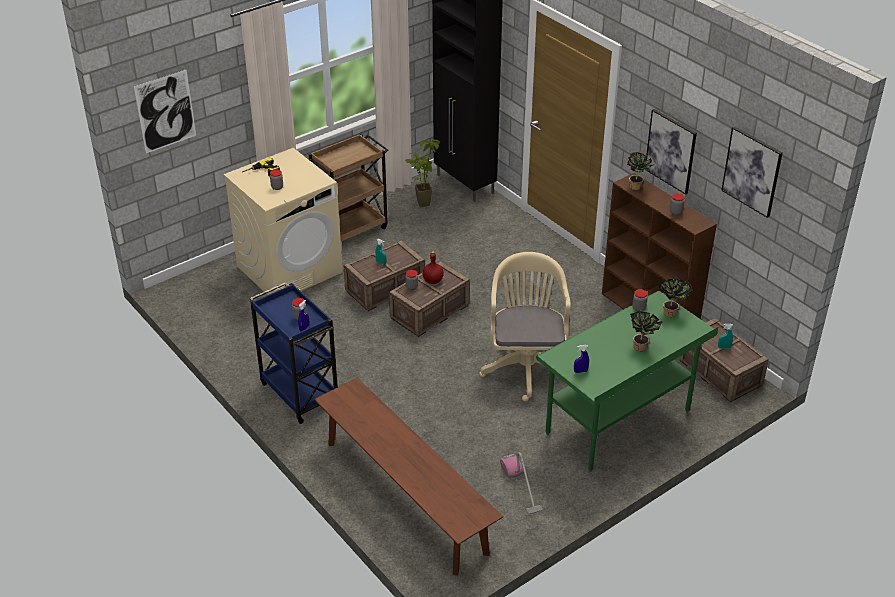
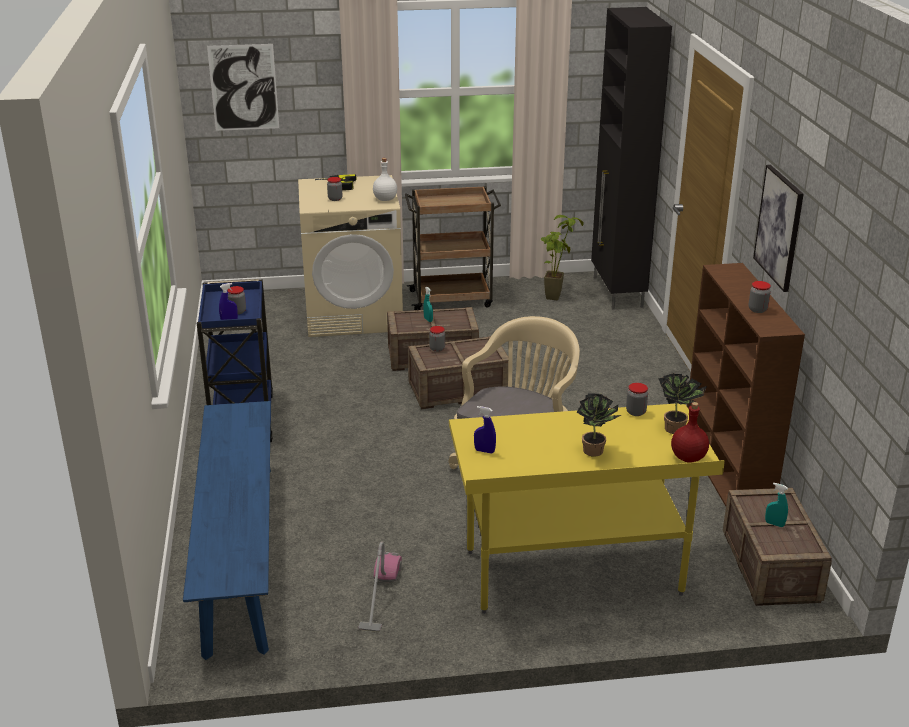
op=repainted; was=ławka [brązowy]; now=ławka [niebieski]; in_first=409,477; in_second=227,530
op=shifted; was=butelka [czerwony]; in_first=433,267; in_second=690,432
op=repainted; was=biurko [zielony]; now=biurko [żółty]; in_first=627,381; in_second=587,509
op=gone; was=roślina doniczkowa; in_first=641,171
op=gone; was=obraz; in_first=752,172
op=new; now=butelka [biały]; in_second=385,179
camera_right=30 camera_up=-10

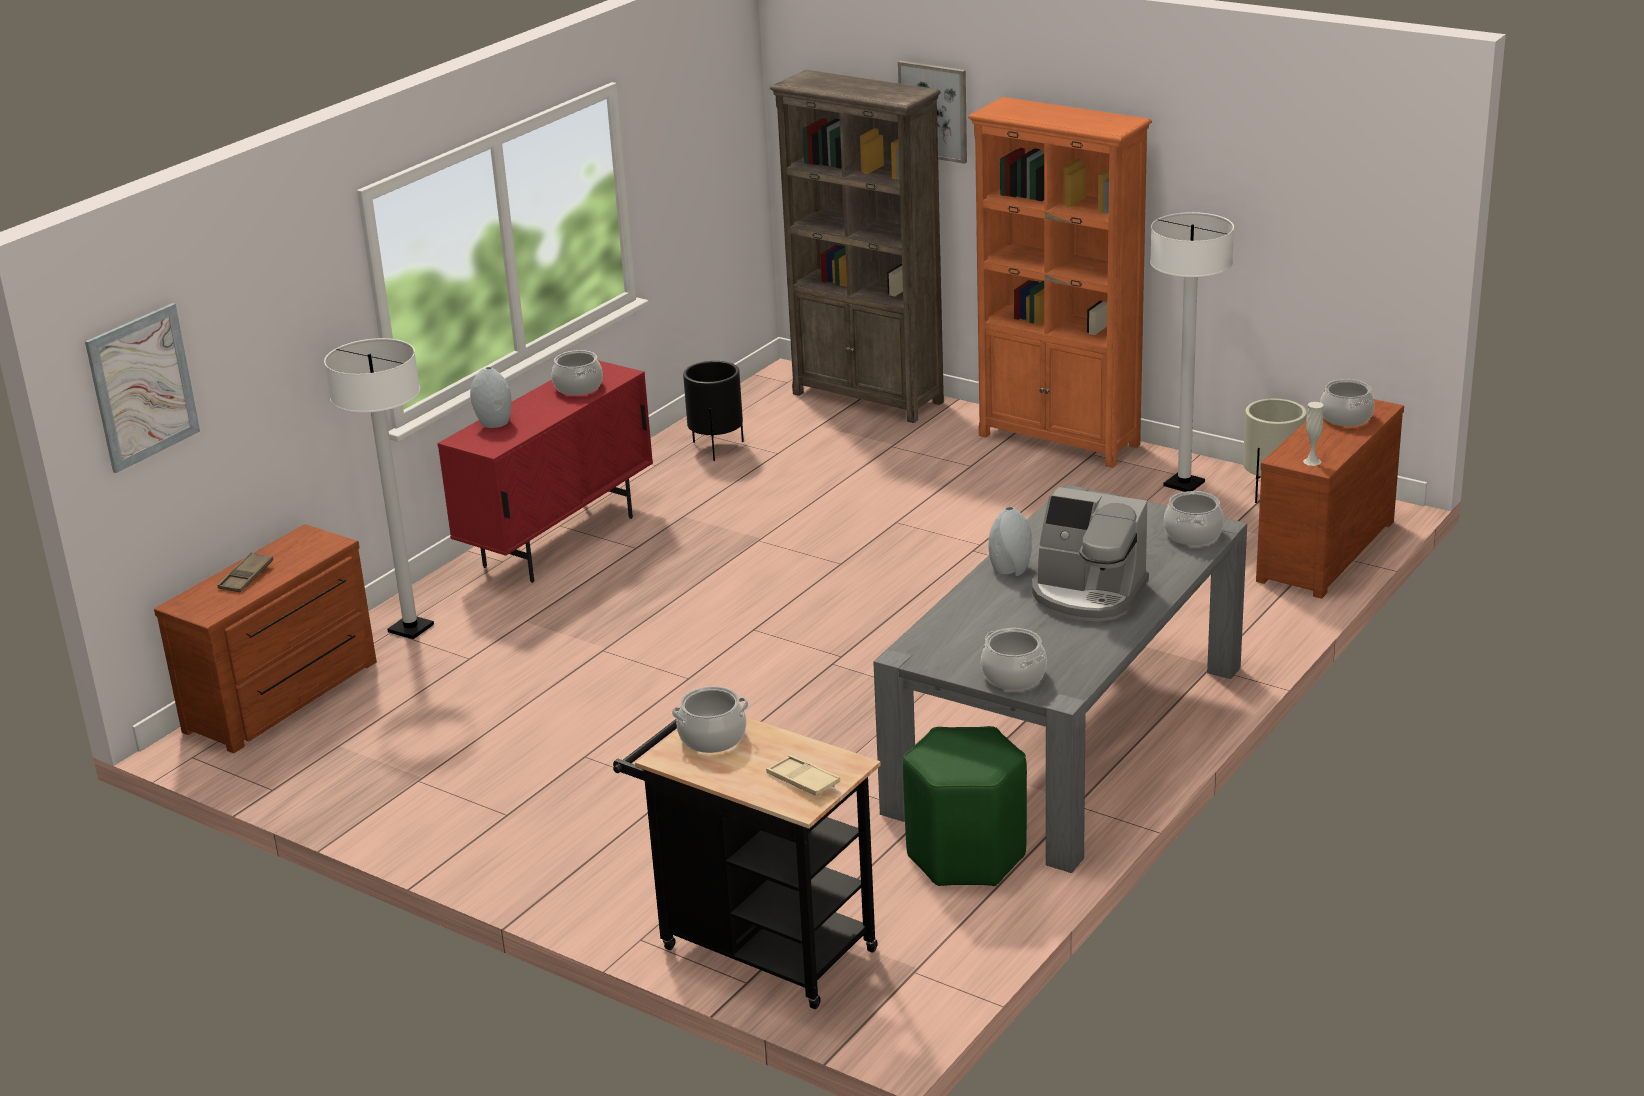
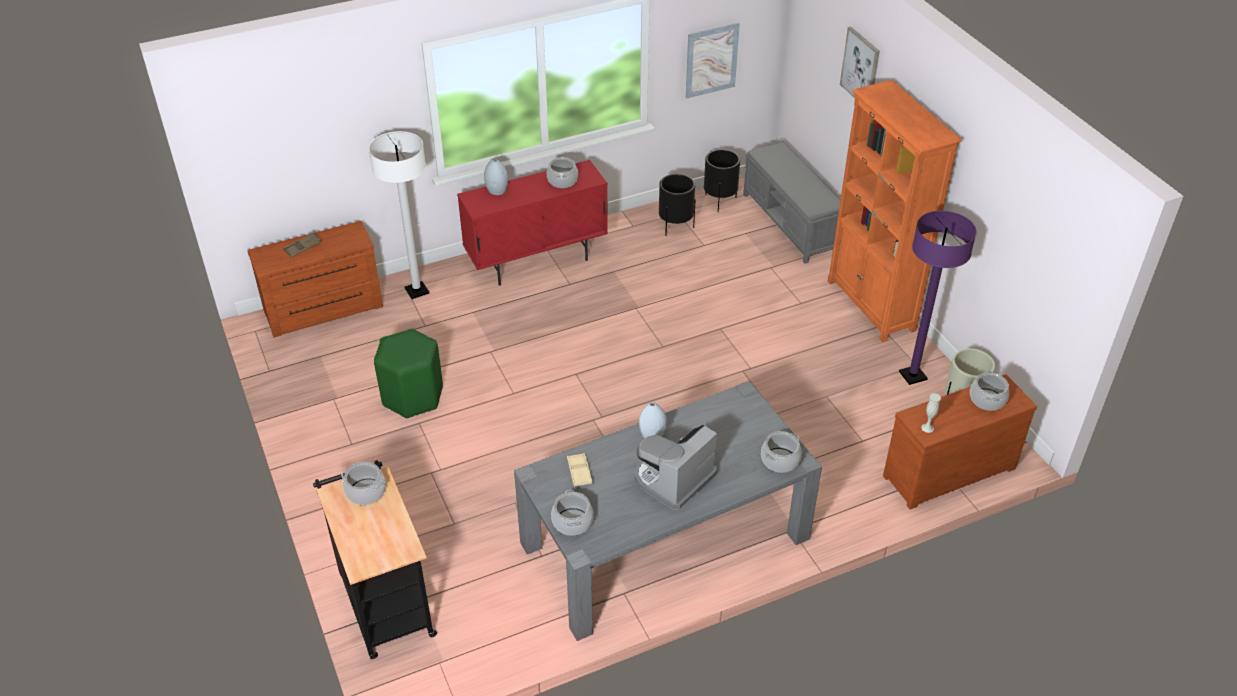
op=shifted; was=obraz; in_first=142,388; in_second=712,61
op=shifted; was=taca [beżowy]; in_first=803,775; in_second=579,470
op=swapped; was=regał [brązowy]; now=ławka [szary]; in_first=857,246; in_second=792,202
op=shifted; was=stołek [zielony]; in_first=965,806; in_second=408,374
op=rotated; was=ekspres do kawy; in_first=1090,554; in_second=676,467; clockwise=75
op=repainted; was=lampa stojąca [biały]; now=lampa stojąca [fioletowy]; in_first=1192,352; in_second=938,298
op=new; now=donica [czarny]; in_second=722,180
camera_right=30 camera_up=15

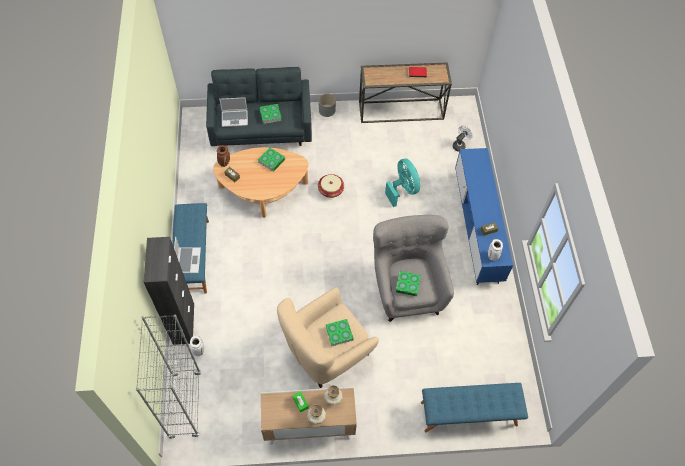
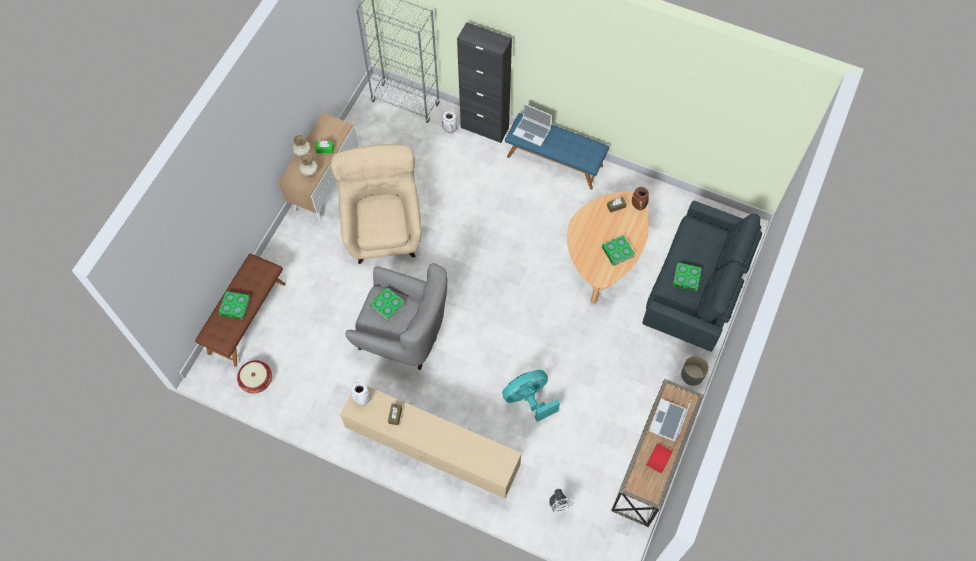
op=shifted; was=laptop; in_first=233,112; in_second=670,420
op=shifted; was=koszyk; in_first=331,186; in_second=254,376
op=shifted; was=książka; in_first=340,332; in_second=235,305
op=rotated; was=wentylator [turkusowy]; in_first=402,183; in_second=531,396; clockwise=150
op=repainted; was=ławka [niebieski]; now=ławka [brązowy]; in_first=474,407; in_second=240,310
op=repainted; was=szafka pod telewizor [niebieski]; now=szafka pod telewizor [beżowy]; in_first=484,216; in_second=430,442
camera_right=120 camera_up=5

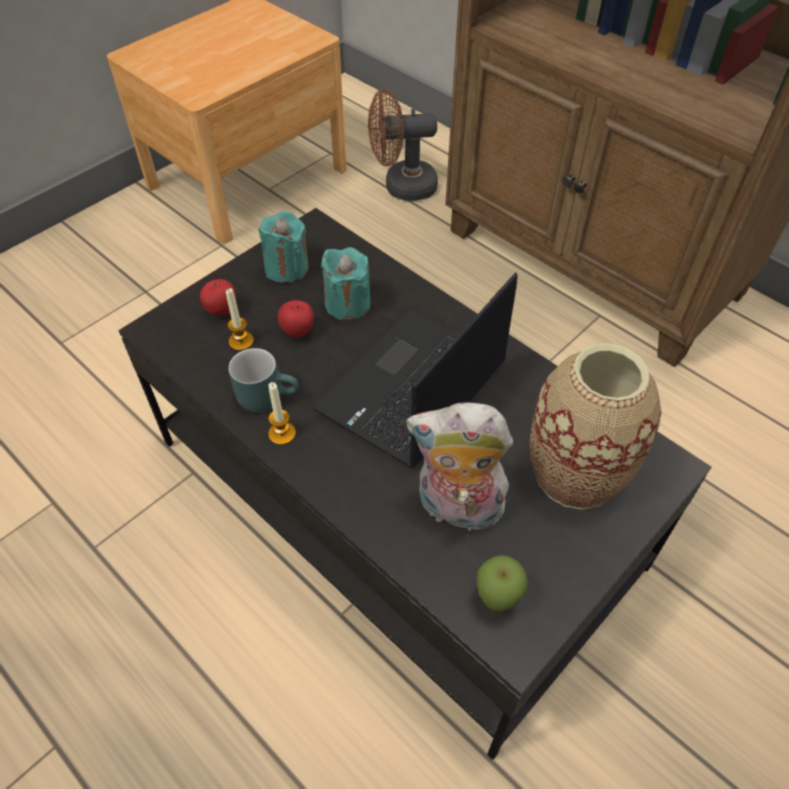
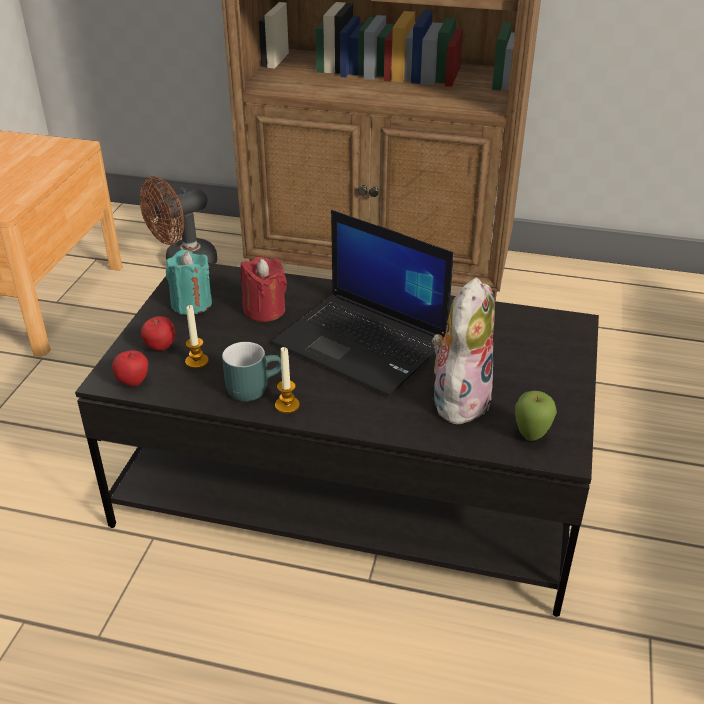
op=shifted; was=jabłko; in_first=296,319; in_second=130,368
op=rotated; was=laptop; in_first=415,369; in_second=362,303; clockwise=-60
op=repainted; was=świeca [turkusowy]; now=świeca [czerwony]; in_first=346,284; in_second=263,289
op=rotated; was=pluszak; in_first=459,469; in_second=463,353; clockwise=135
op=gone; was=wazon; in_first=595,426
camera_right=-30 camera_up=-15

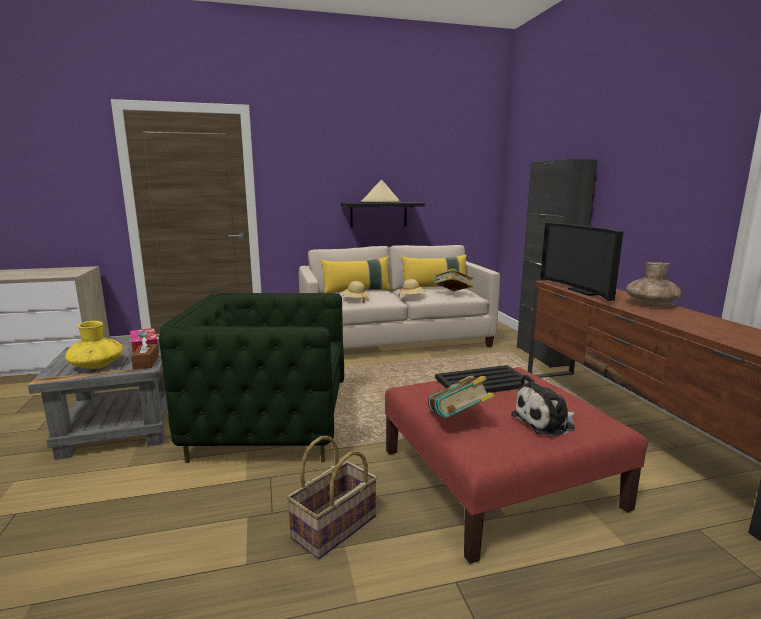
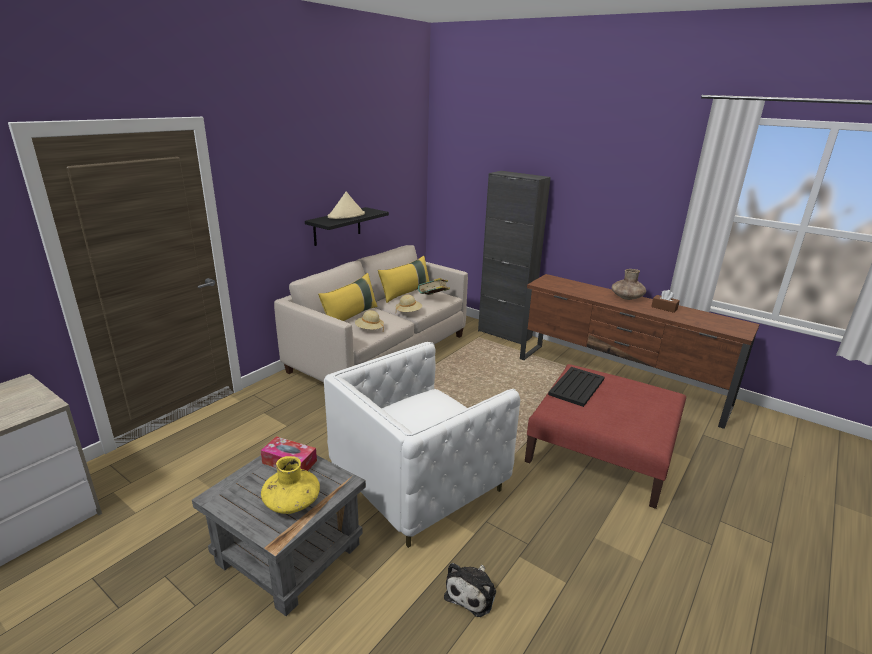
op=shifted; was=pudełko chusteczek [brązowy]; in_first=145,352; in_second=665,301
op=repainted; was=fotel [zielony]; now=fotel [biały]; in_first=251,378; in_second=422,445
op=gone; was=koszyk; in_first=332,497
op=gone; was=książka; in_first=461,397
op=shifted; was=pluszak; in_first=543,405; in_second=470,590
op=gone; was=telewizor; in_first=581,262
camera_right=-40 camera_up=10

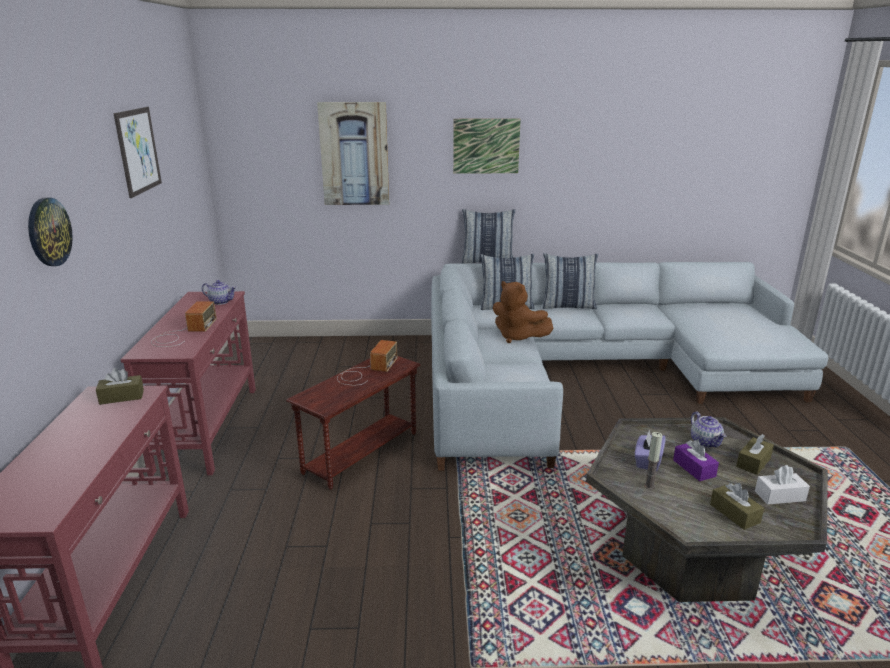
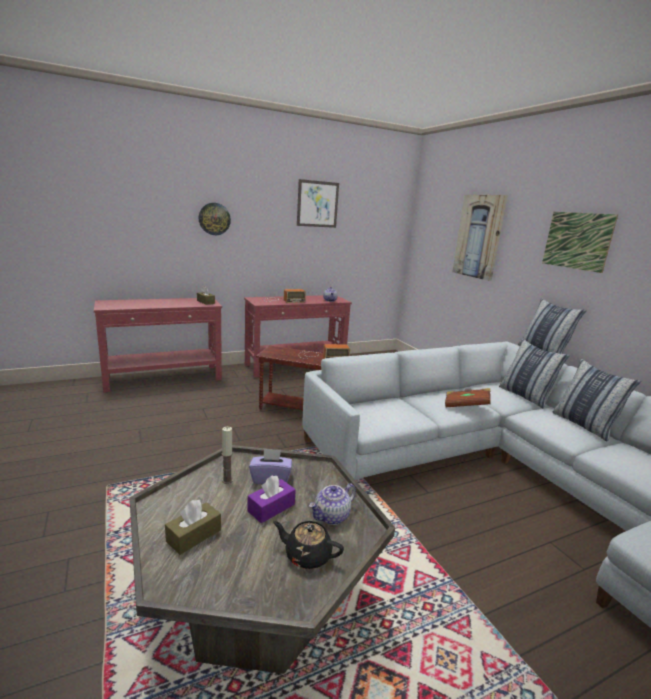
op=swapped; was=pluszak [brązowy]; now=książka [brązowy]; in_first=523,312; in_second=468,397
op=swapped; was=pudełko chusteczek [brązowy]; now=imbryk [czarny]; in_first=755,454; in_second=308,545
op=gone; was=pudełko chusteczek [biały]; in_first=782,485
camera_right=65 camera_up=-5

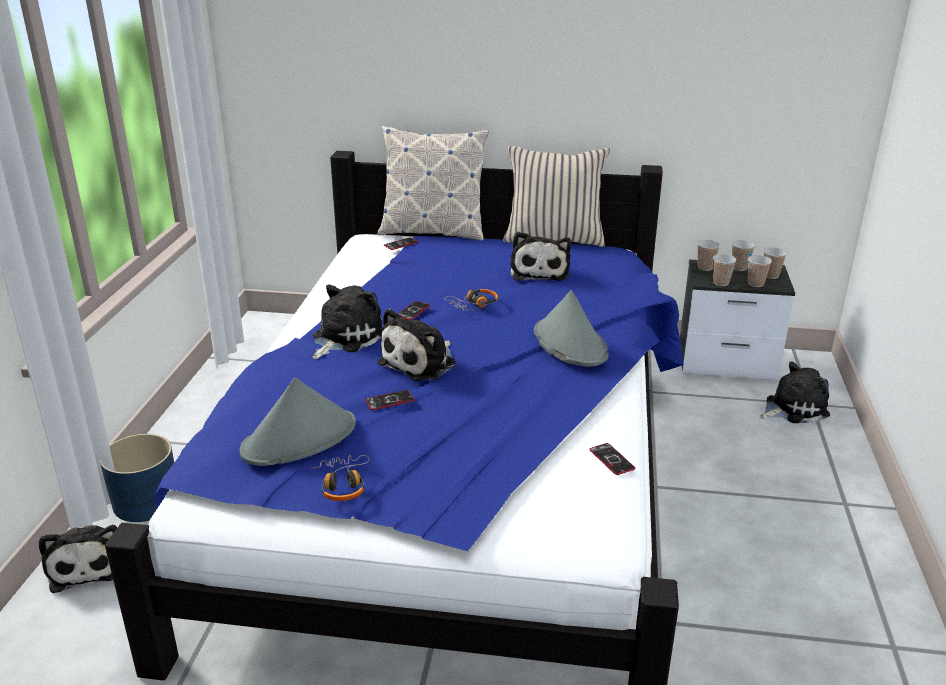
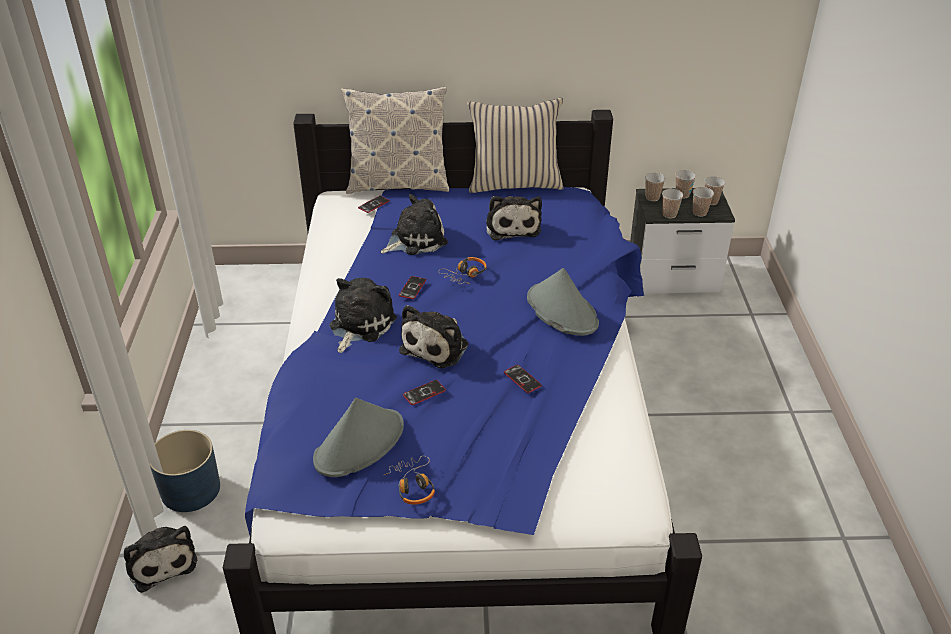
op=shifted; was=telefon; in_first=612,459; in_second=523,379
op=shifted; was=pluszak; in_first=795,392; in_second=414,224
camera_right=-10 camera_up=10

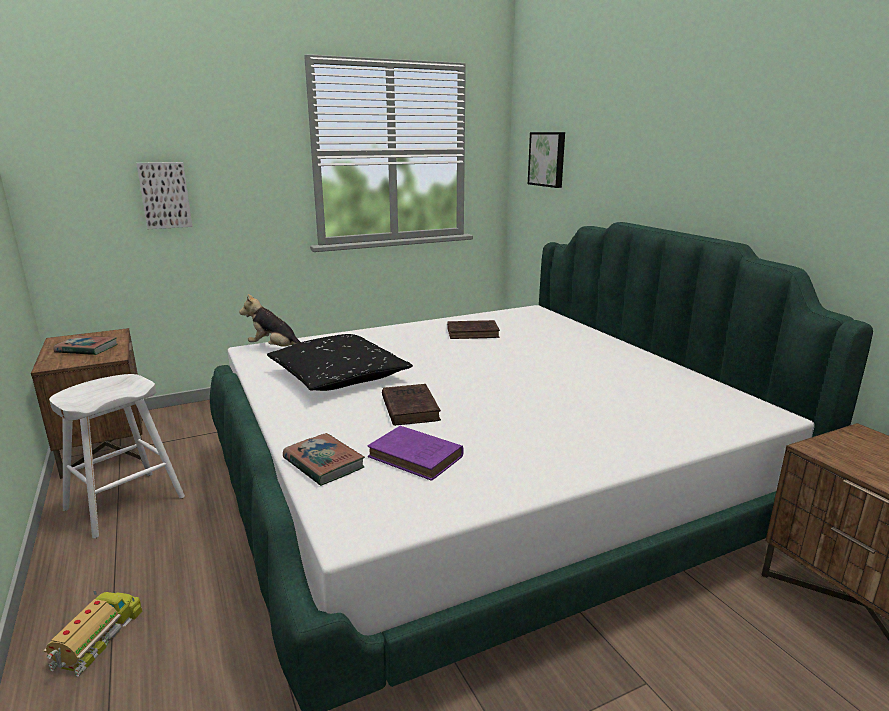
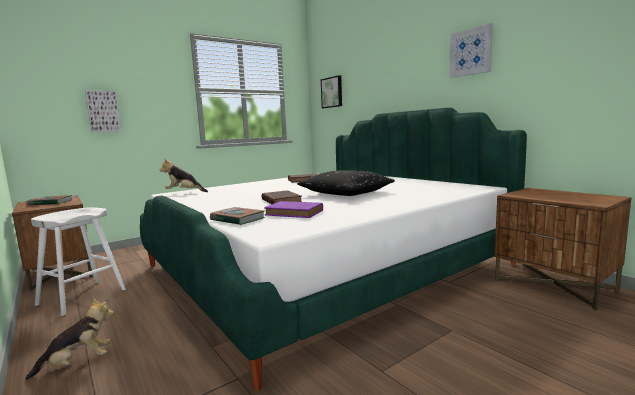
op=swapped; was=ciężarówka zabawkowa; now=pluszak; in_first=93,634; in_second=69,339
op=shifted; was=poduszka [czarny]; in_first=340,362; in_second=346,183
op=new; now=obraz; in_second=471,50
camera_right=-10 camera_up=-10

